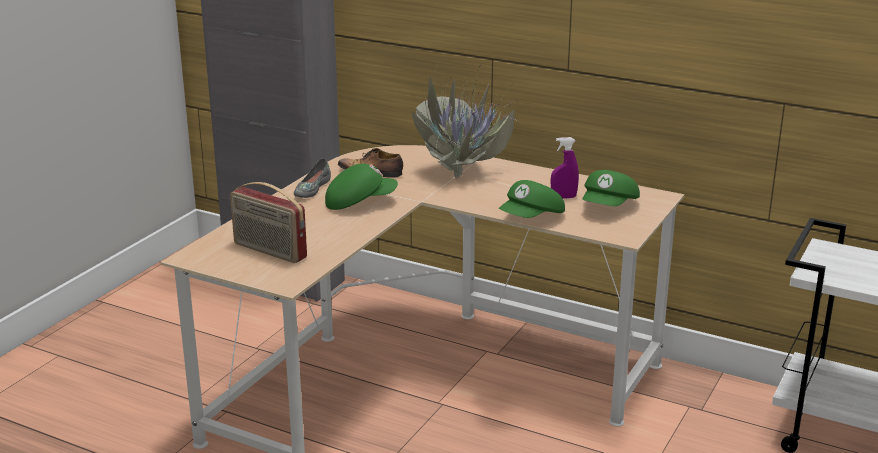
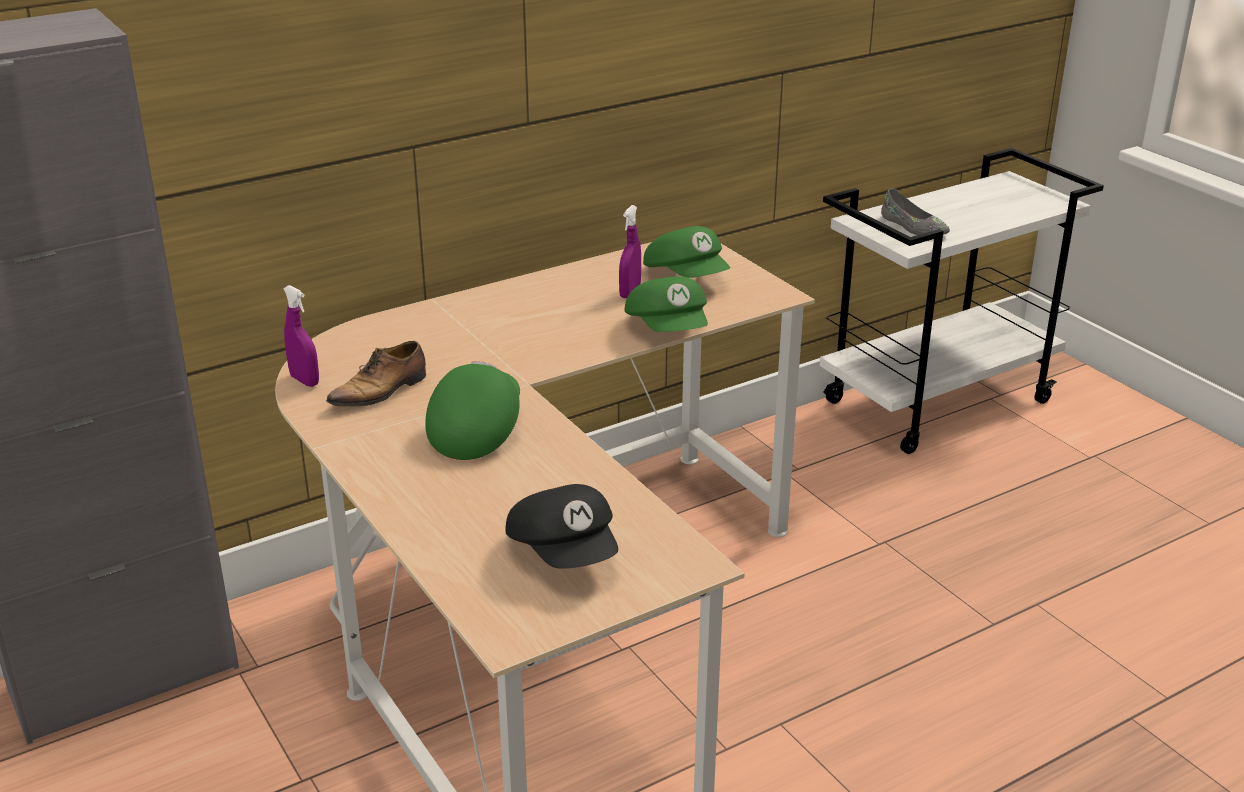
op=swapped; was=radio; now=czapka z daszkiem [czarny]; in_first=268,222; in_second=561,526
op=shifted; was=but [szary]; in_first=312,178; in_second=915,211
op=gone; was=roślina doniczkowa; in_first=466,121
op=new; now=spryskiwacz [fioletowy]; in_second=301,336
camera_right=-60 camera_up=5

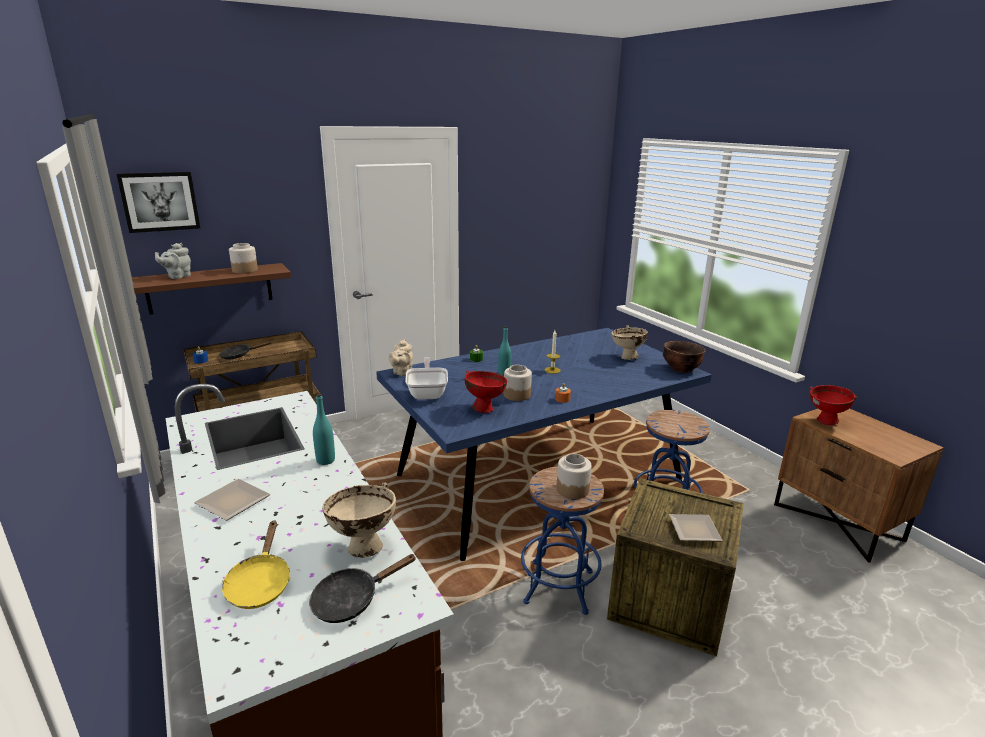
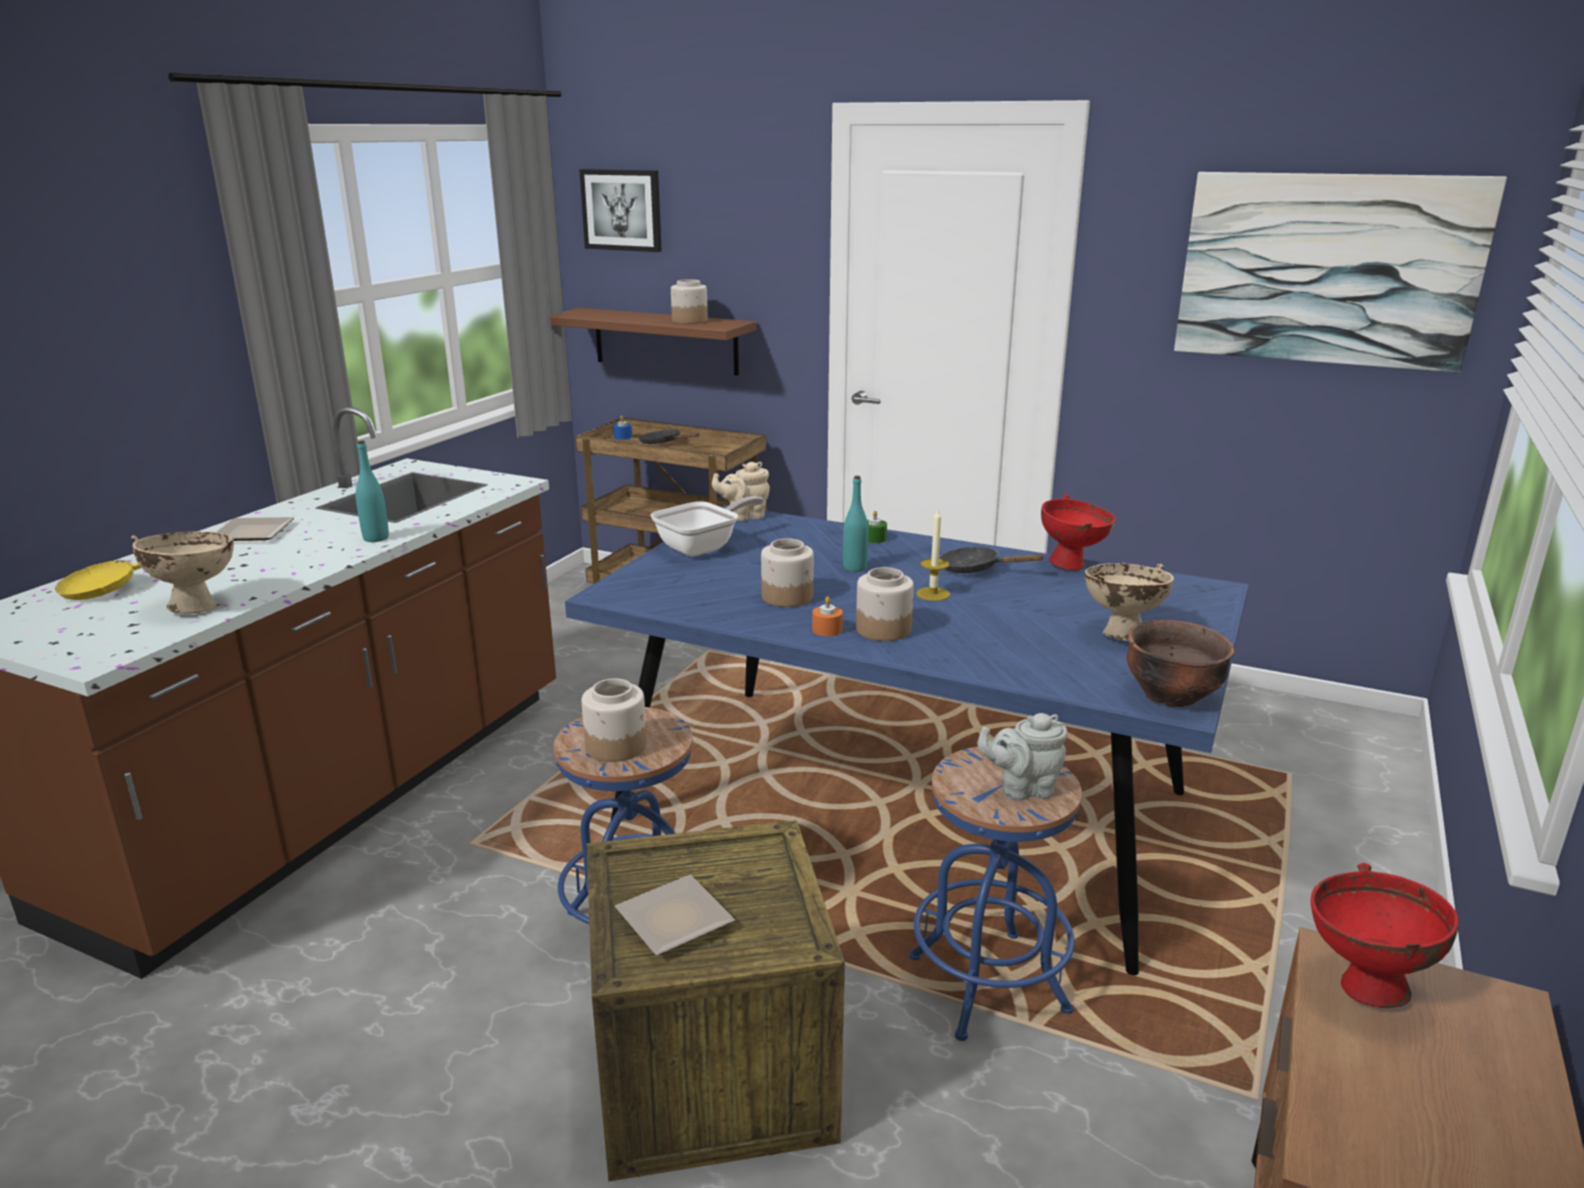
op=shifted; was=imbryk [szary]; in_first=173,261; in_second=1022,756
op=shifted; was=patelnia [czarny]; in_first=363,588; in_second=992,559
op=shifted; was=miska [czerwony]; in_first=486,391; in_second=1078,532
op=new; now=słoik; in_second=885,604
op=new; now=obraz; in_second=1340,272
camera_right=55 camera_up=0

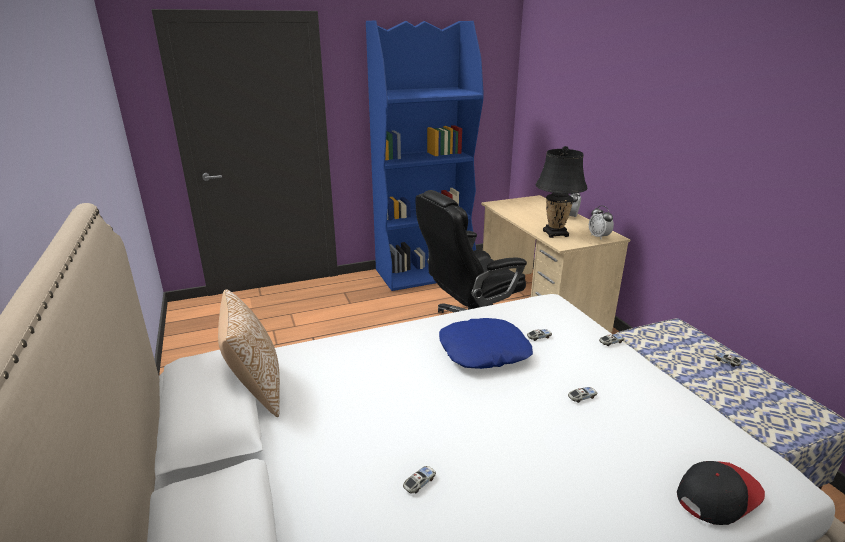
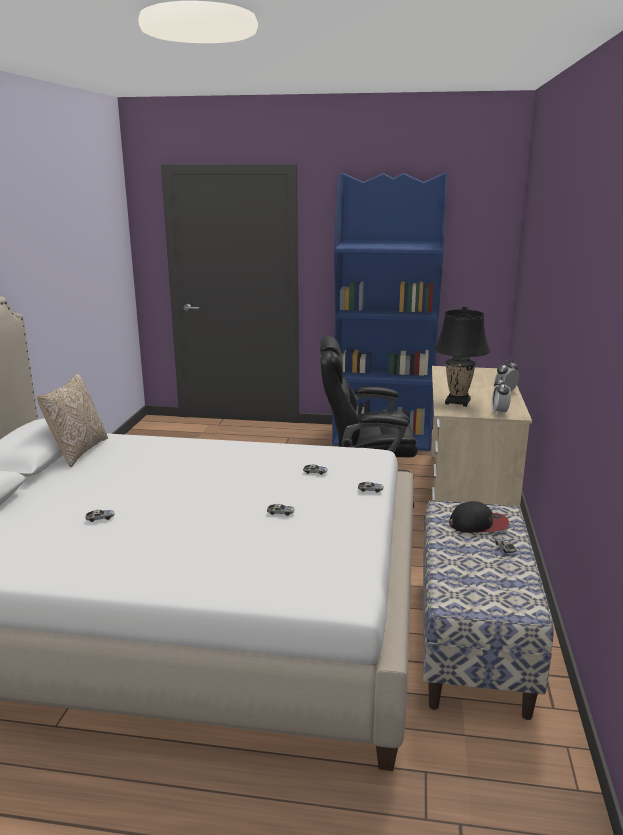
op=gone; was=poduszka [niebieski]; in_first=486,343
op=shifted; was=czapka z daszkiem; in_first=721,493; in_second=479,517
camera_right=30 camera_up=-5

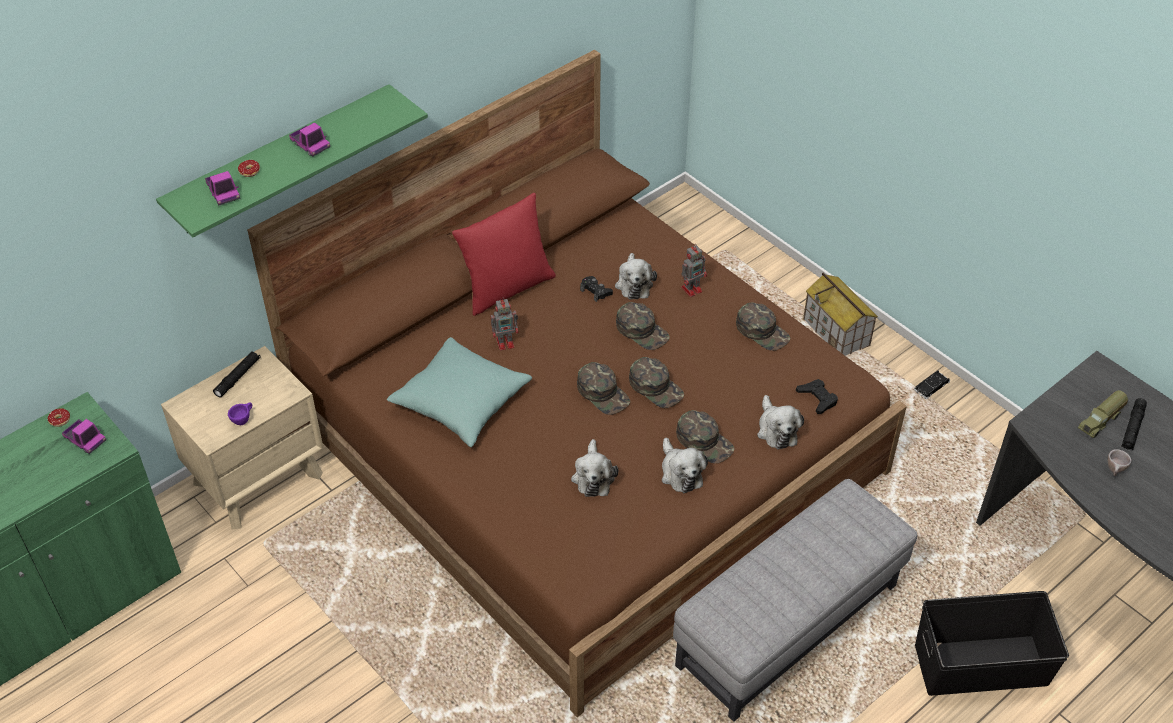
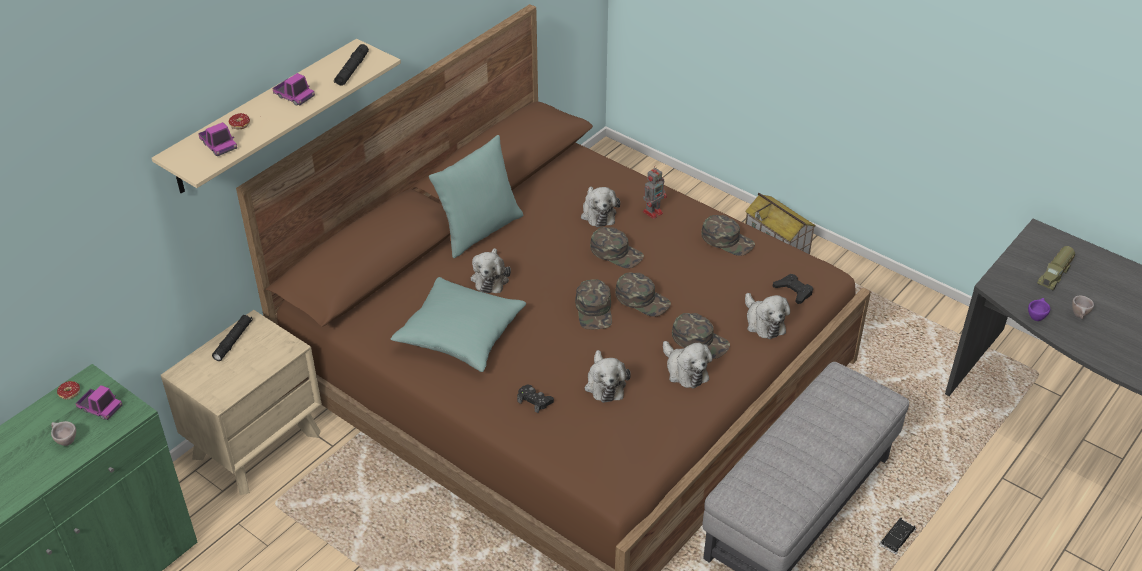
op=repainted; was=półka [zielony]; now=półka [beżowy]; in_first=292,160; in_second=276,116
op=shifted; was=filiżanka [fioletowy]; in_first=240,414; in_second=1039,309
op=repainted; was=poduszka [czerwony]; now=poduszka [turkusowy]; in_first=504,254; in_second=476,196
op=swapped; was=robot zabawkowy; now=pluszak; in_first=504,324; in_second=491,270
op=rotated; was=czapka z daszkiem [zielony]; in_first=603,388; in_second=593,304; clockwise=45
op=shifted; was=pad do gier [czarny]; in_first=596,289; in_second=535,399
op=shifted; was=samochodzik [czarny]; in_first=932,384; in_second=897,536
op=gone; was=pojemnik do przechowywania [czarny]; in_first=992,643
op=shifted; was=latarka [czarny]; in_first=1134,424; in_second=351,65
op=new; now=filiżanka [beżowy]; in_second=63,433
camera_right=-10 camera_up=-5

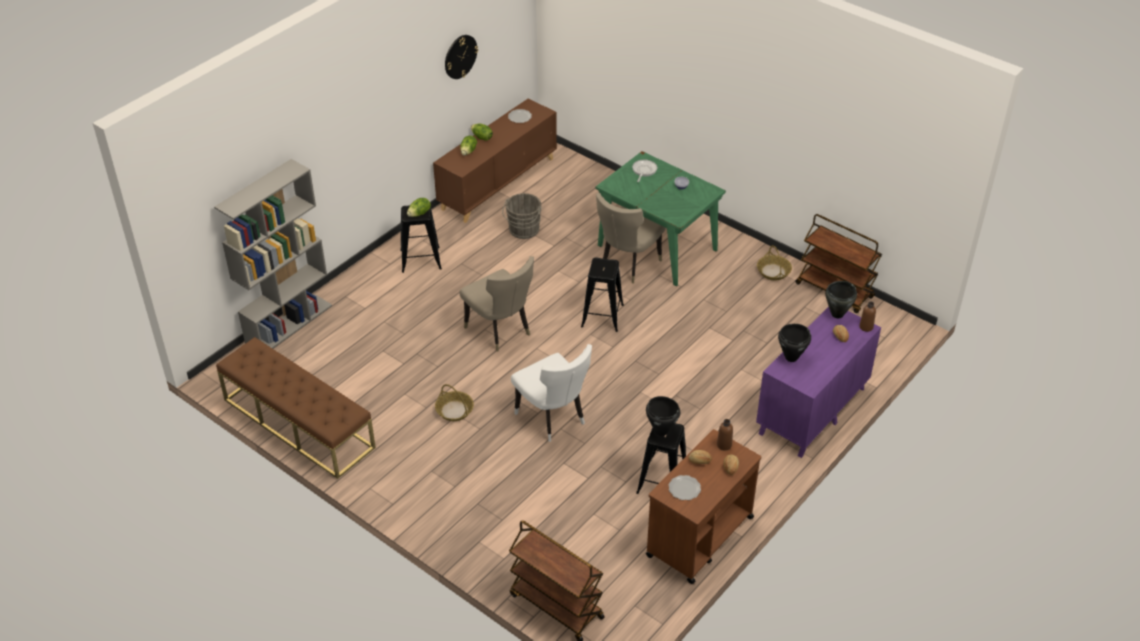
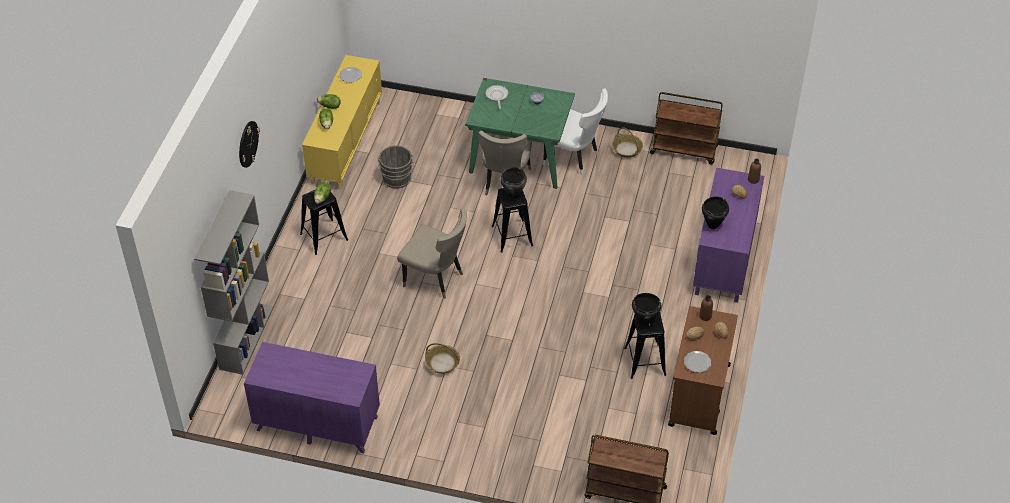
op=swapped; was=ławka [brązowy]; now=komoda [fioletowy]; in_first=296,408; in_second=312,397
op=repainted; was=szafka [brązowy]; now=szafka [żółty]; in_first=495,161; in_second=342,122
op=shifted; was=zegar ścienny; in_first=461,57; in_second=249,144
op=shifted; was=krzesło [biały]; in_first=551,393; in_second=575,132
op=shifted; was=garnek [czarny]; in_first=841,299; in_second=513,183
camera_right=-25 camera_up=5

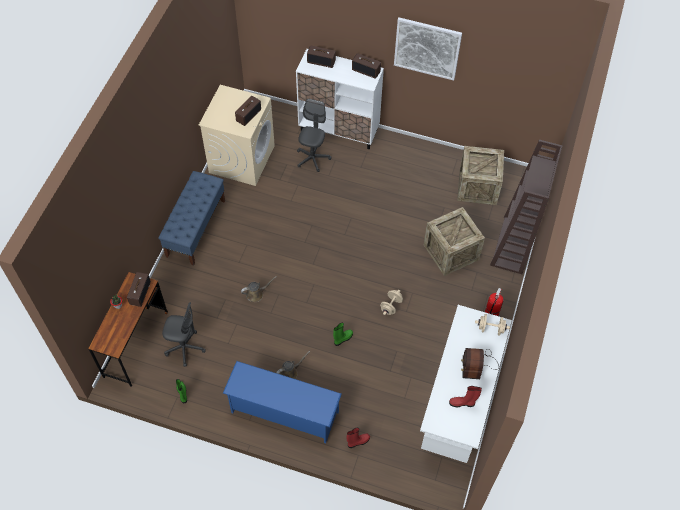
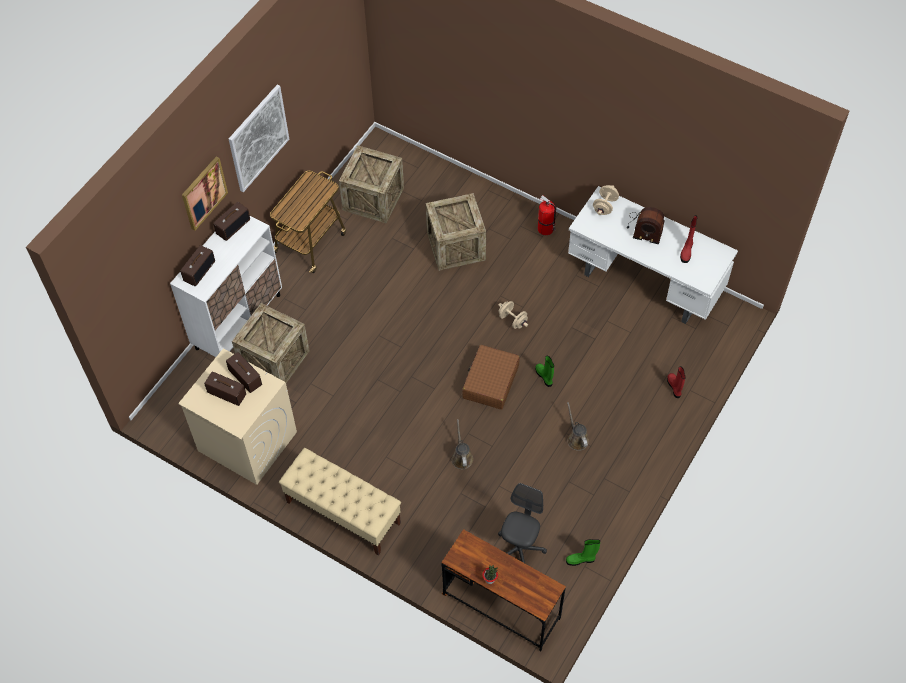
op=shifted; was=radio; in_first=139,289; in_second=225,389
op=repainted; was=ławka [niebieski]; now=ławka [beżowy]; in_first=191,218; in_second=340,502
op=gone; was=regał na buty [niebieski]; in_first=282,402
op=swapped; was=krzesło biurowe [szary]; now=skrzynka; in_first=314,135; in_second=271,343
op=gone; was=regał [brązowy]; in_first=526,207
op=new; now=obraz; in_second=205,193
op=new; now=wózek; in_second=308,222
op=new; now=walizka [brązowy]; in_second=491,377
camera_right=-75 camera_up=0

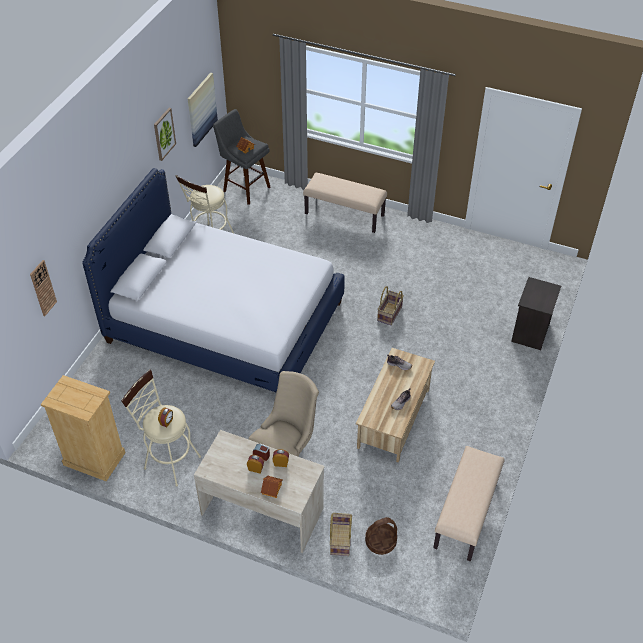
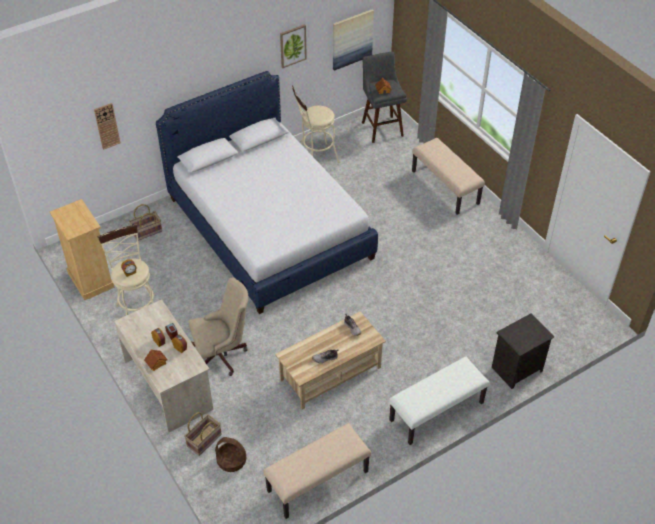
op=shifted; was=koszyk; in_first=390,306; in_second=145,222
op=new; now=ławka [biały]; in_second=439,401
camera_right=35 camera_up=0

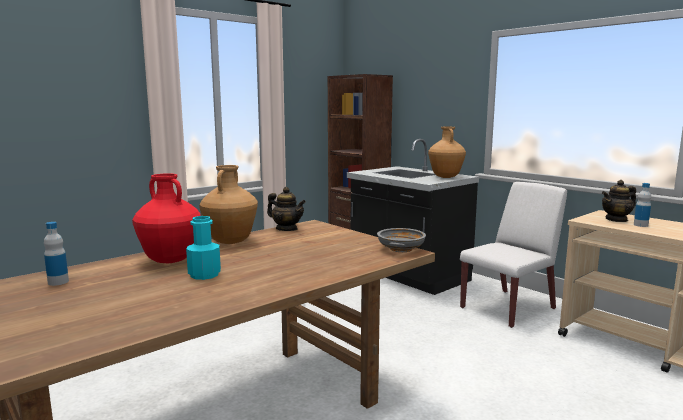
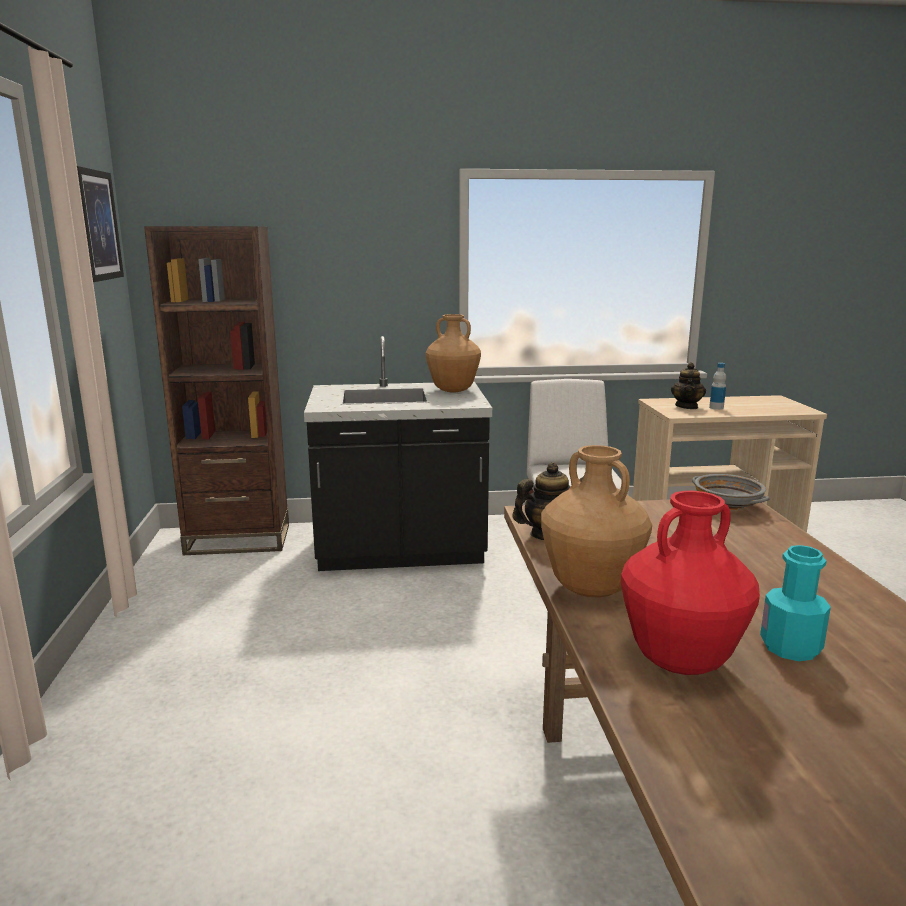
op=gone; was=butelka; in_first=56,254
op=new; now=obraz; in_second=100,224
camera_right=-55 camera_up=5

